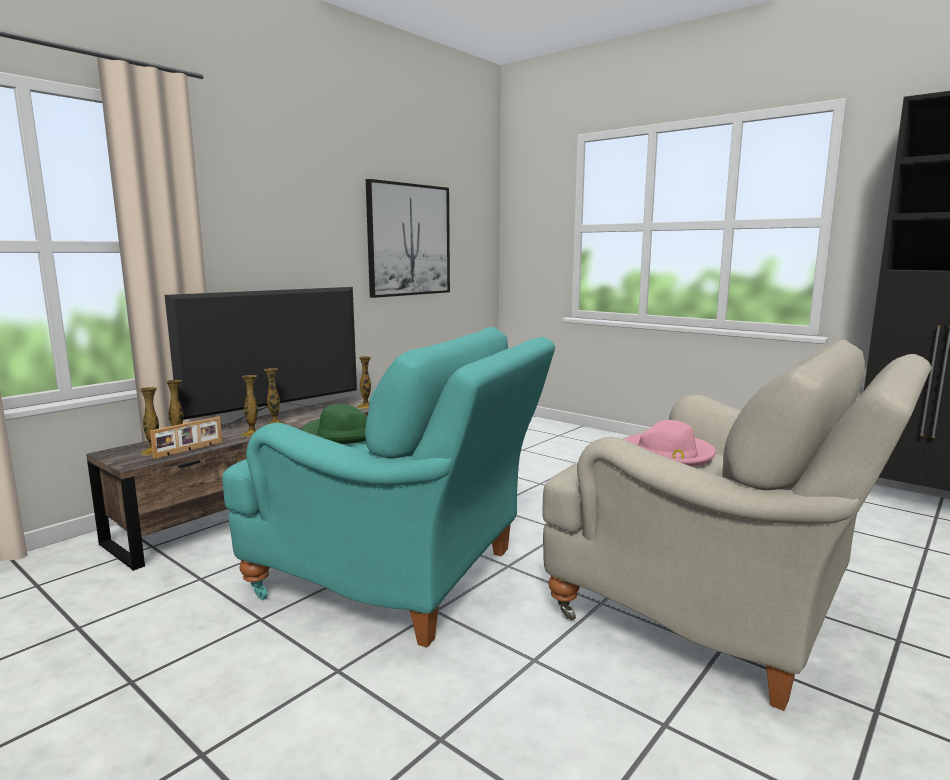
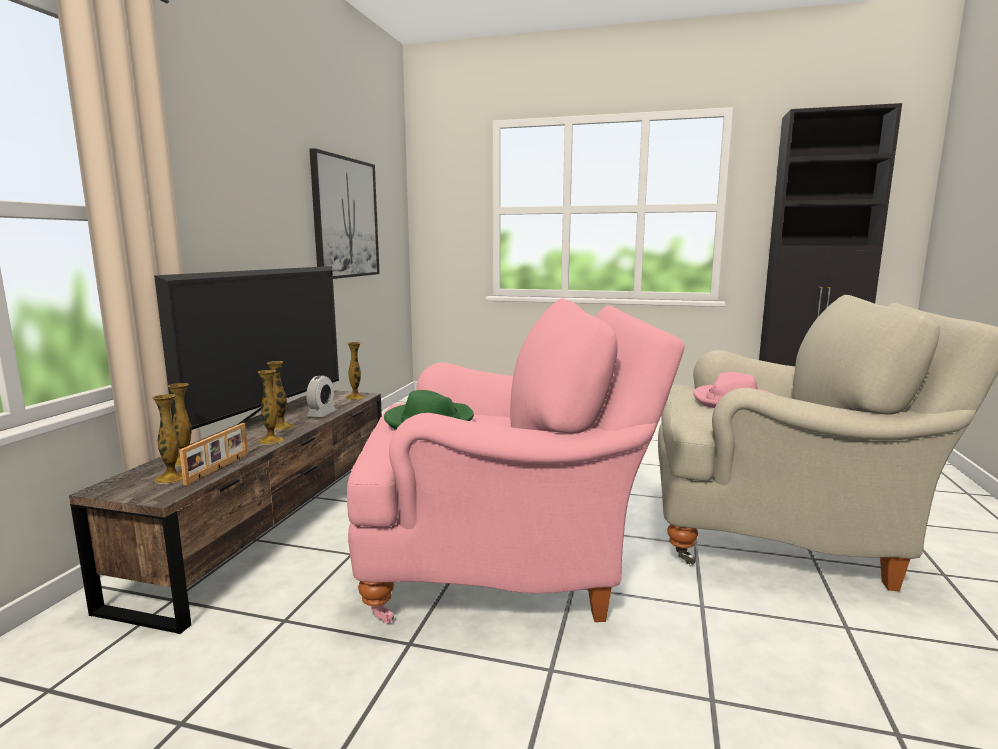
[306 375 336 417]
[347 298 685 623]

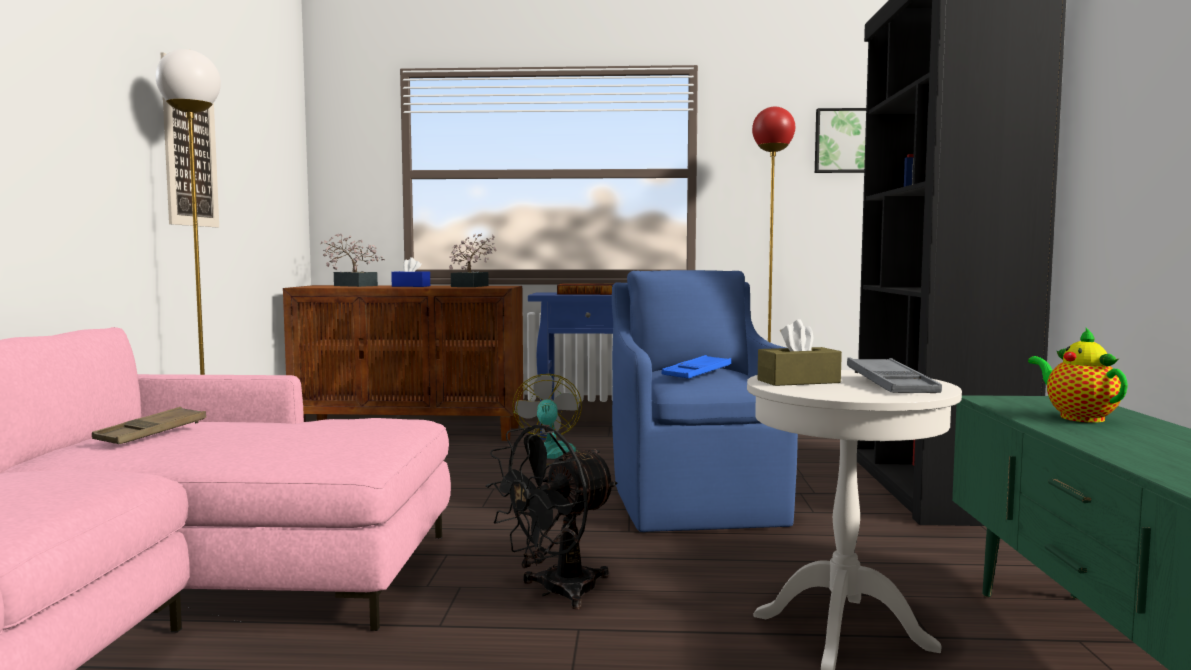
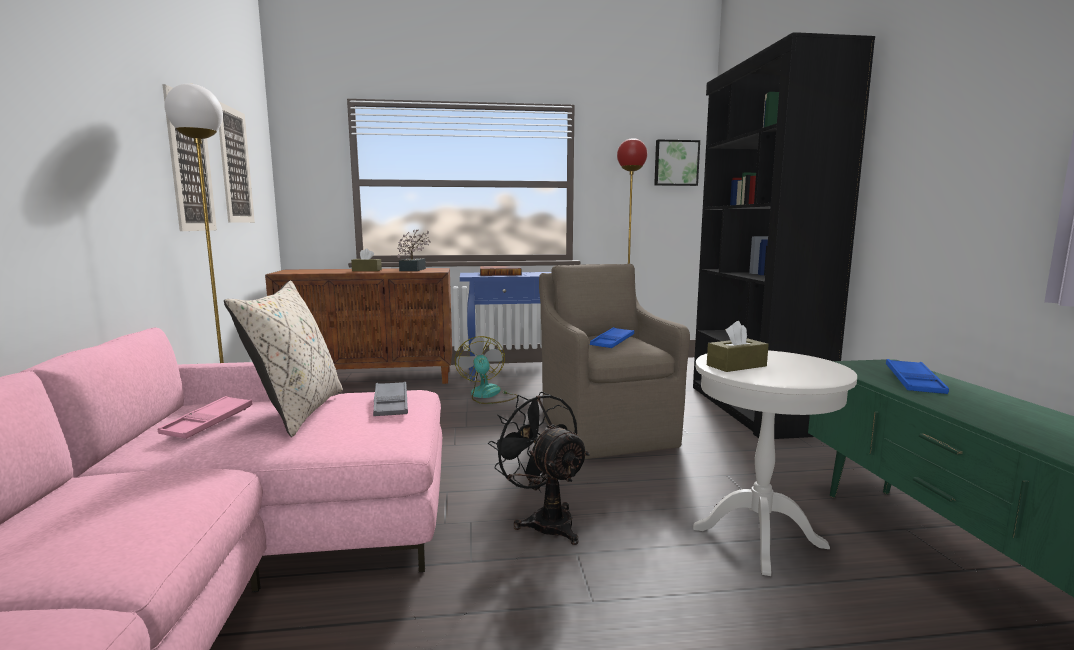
[320 233 385 287] (first image)
[219 102 255 223]
[224 281 343 437]
[373 382 408 416]
[886 359 949 394]
[158 396 253 439]
[351 248 382 271]
[539 264 690 459]
[488 392 589 545]

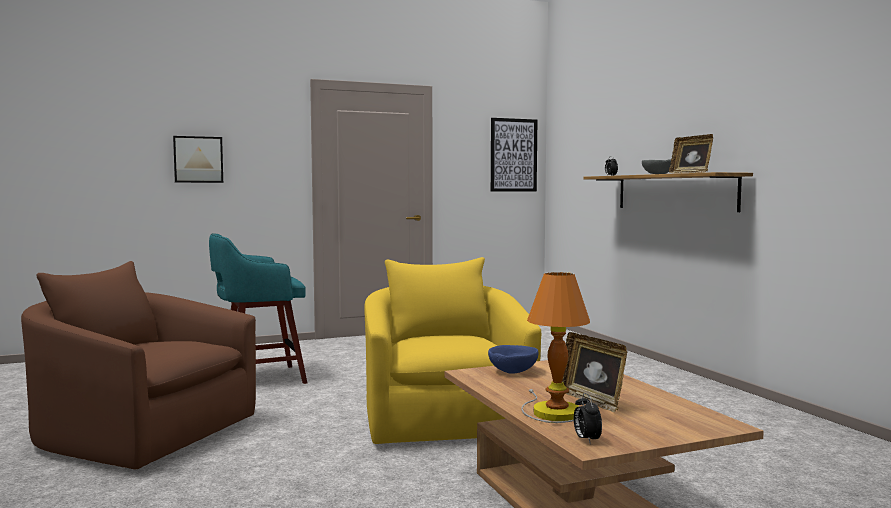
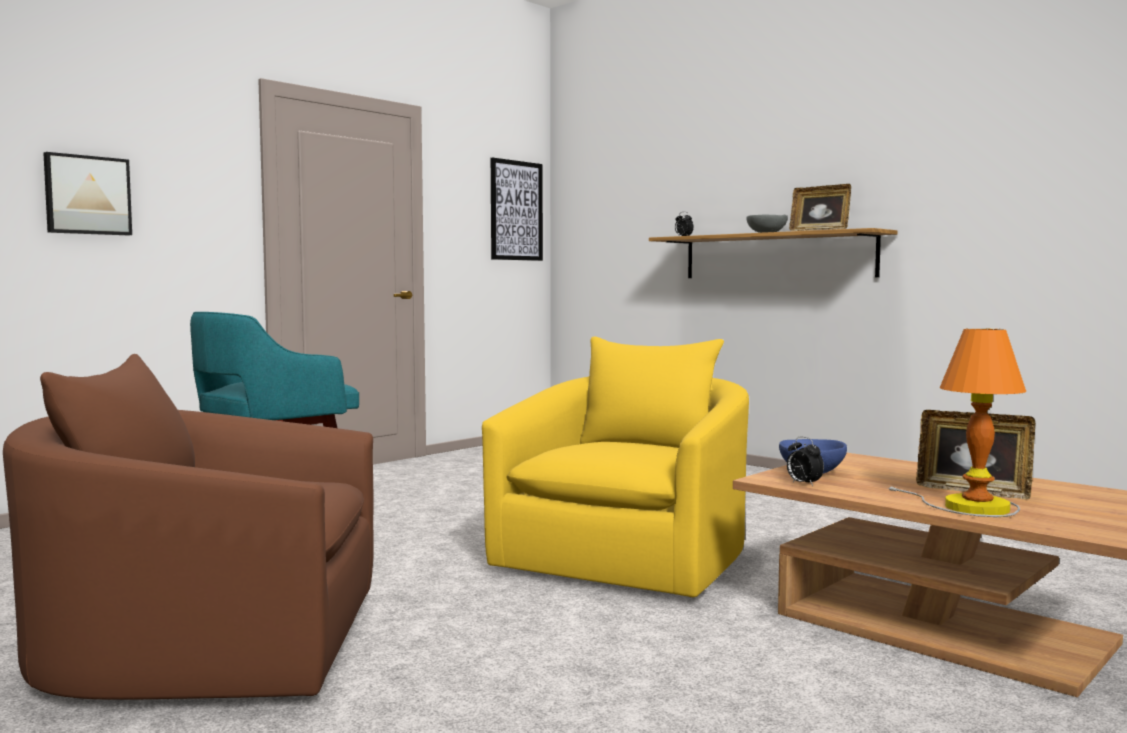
[787 437 824 486]
[482 337 749 597]

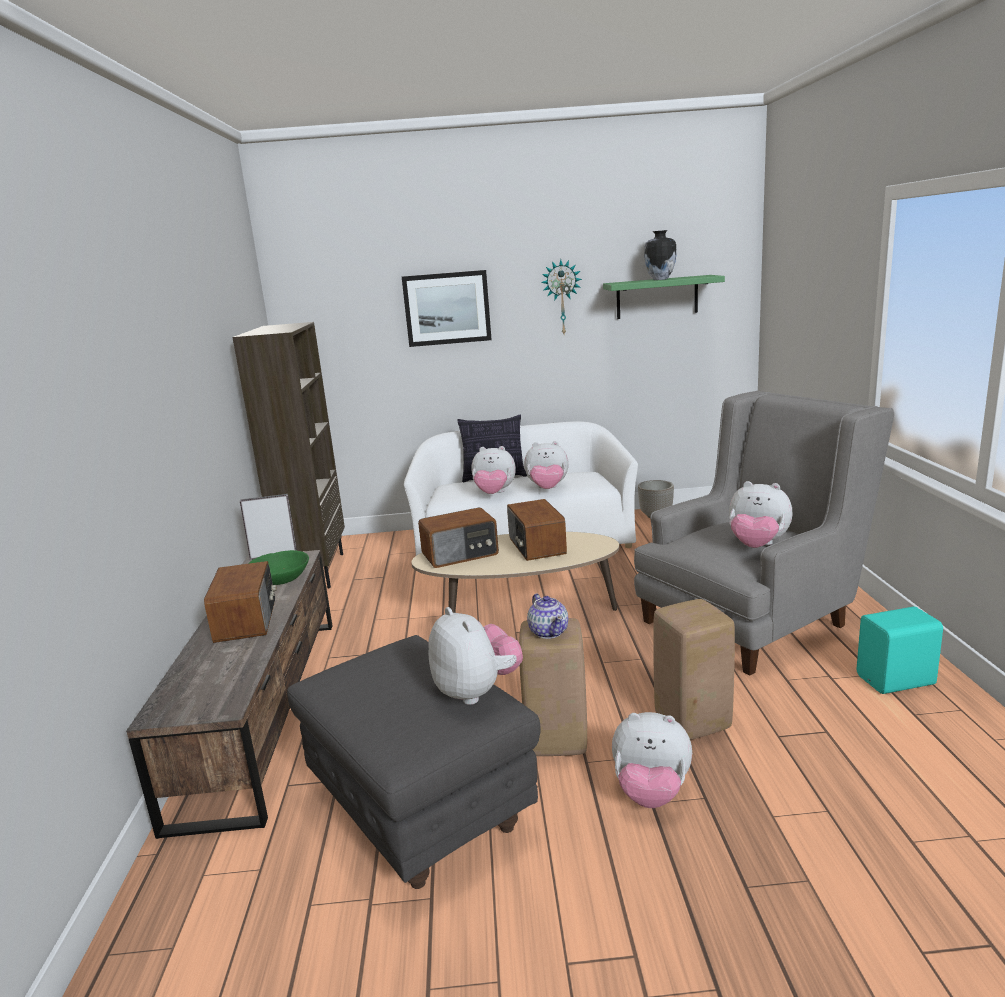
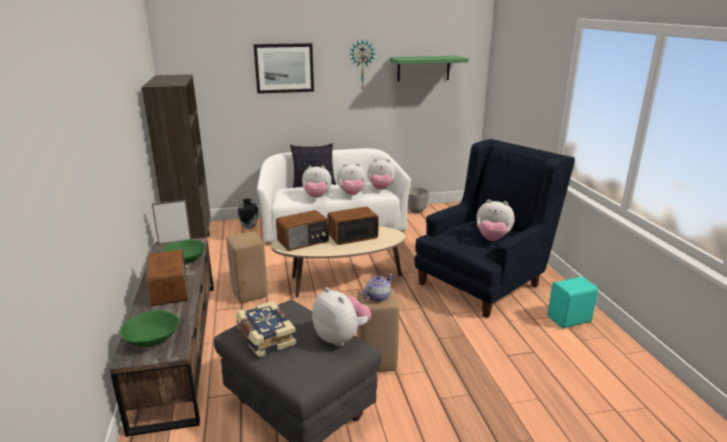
[120 310 179 347]
[236 301 296 357]
[368 159 396 190]
[238 199 258 229]
[227 232 268 303]
[415 139 575 318]
[327 207 379 245]
[363 274 393 302]

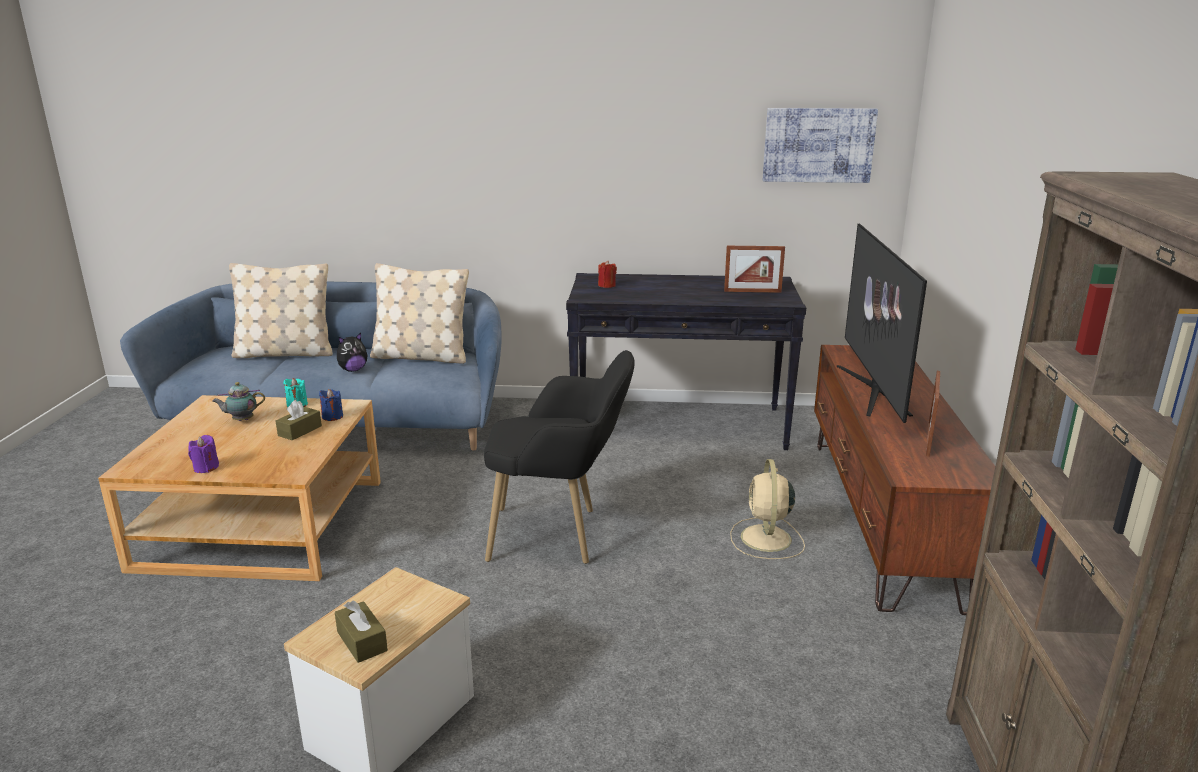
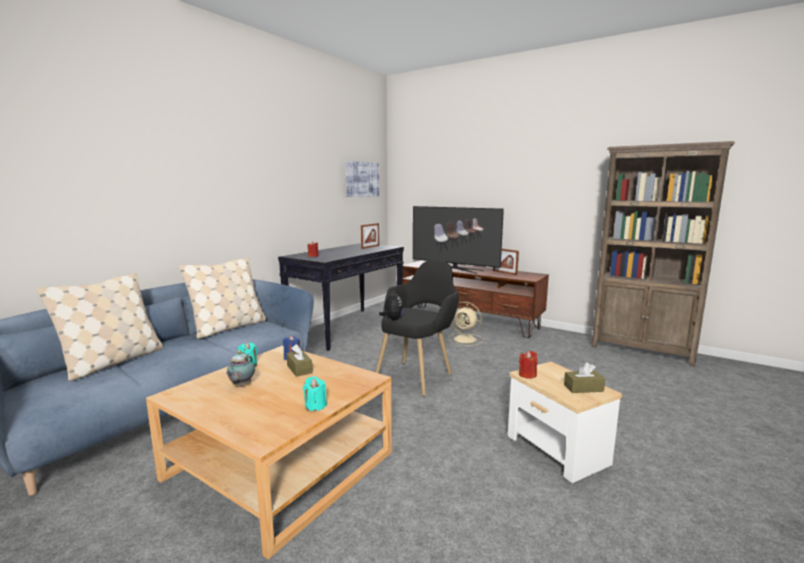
[519 351 538 379]
[379 292 404 320]
[303 376 327 411]

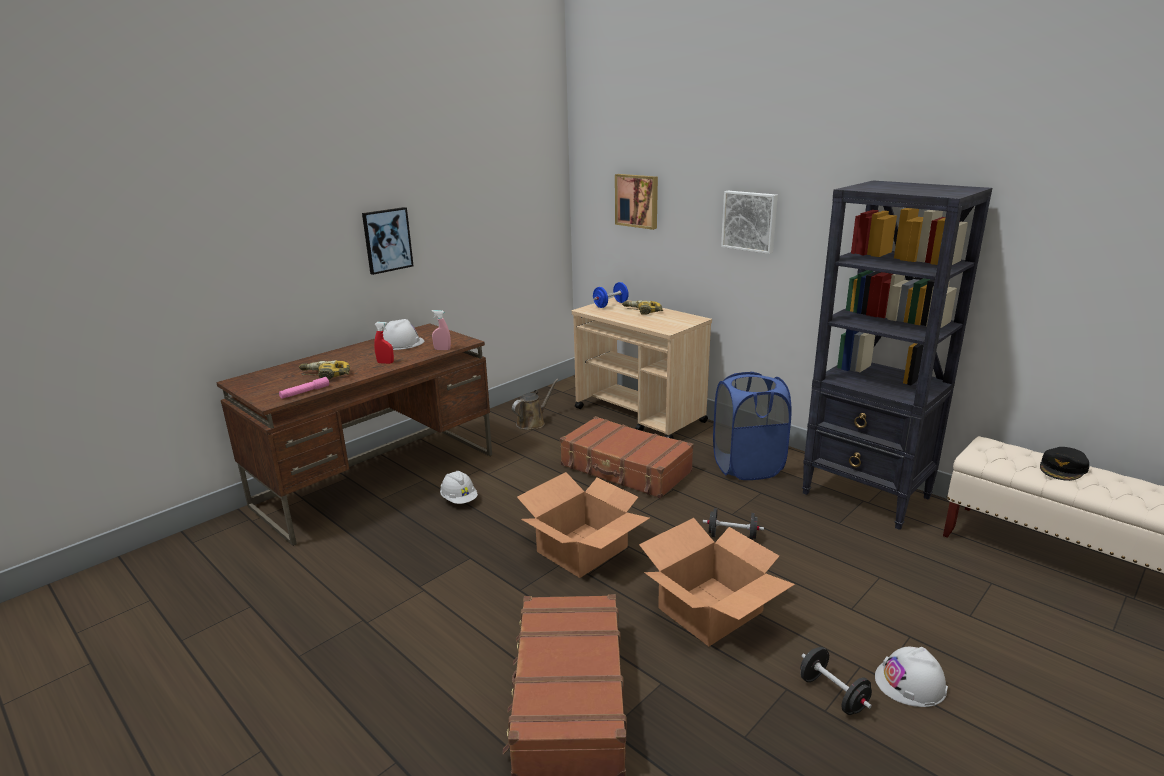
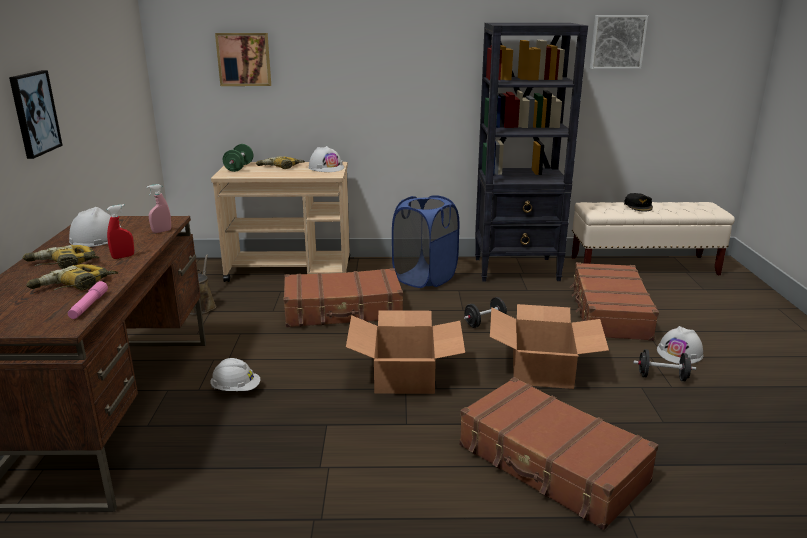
[23 245 99 269]
[308 146 344 172]
[570 262 659 341]
[590 15 648 69]
[223 144 253 172]

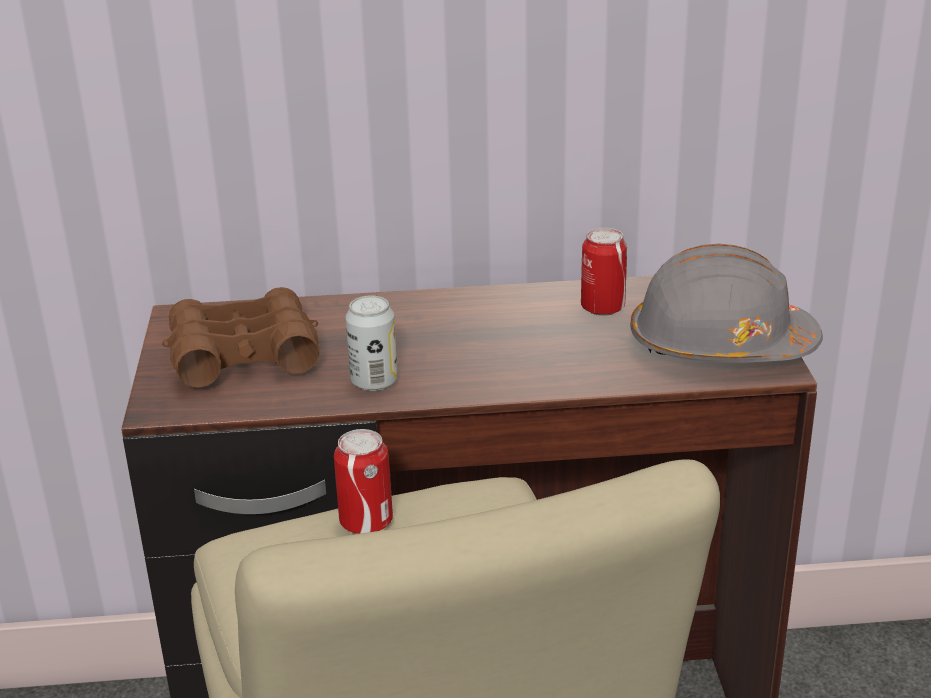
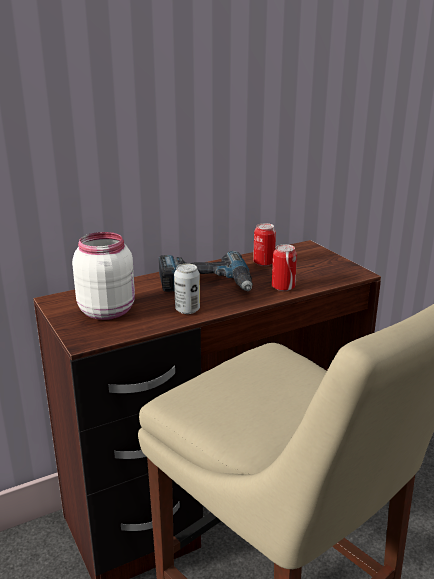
[630 244 823 363] (first image)
[159 251 253 292]
[272 244 297 291]
[72 232 135 320]

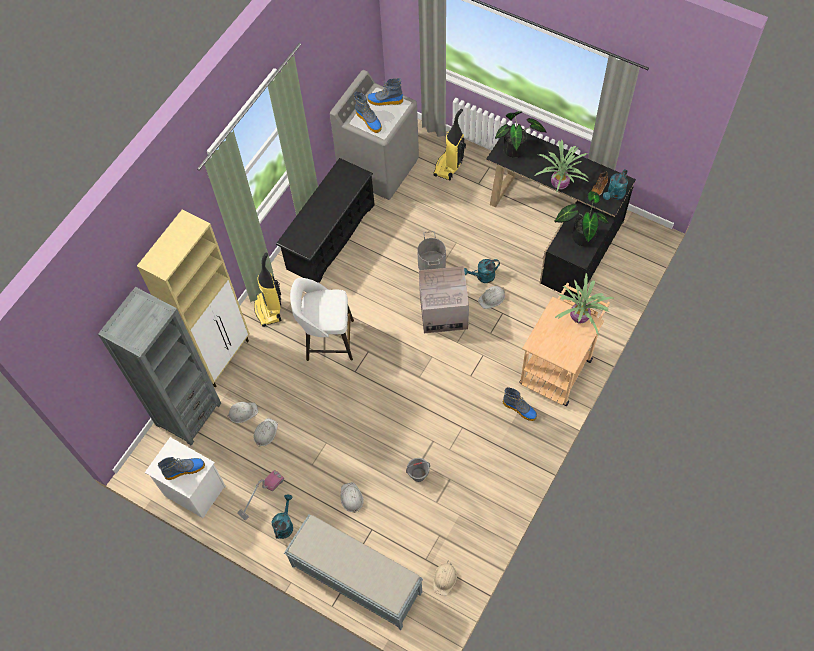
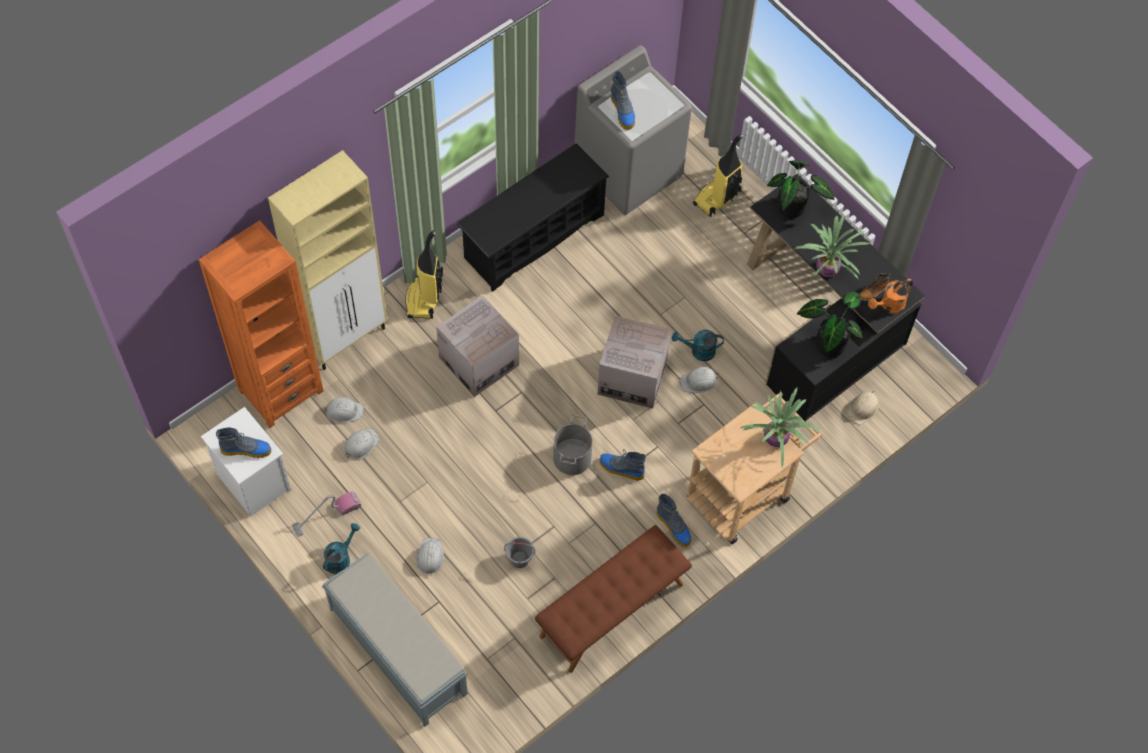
[535 525 692 673]
[600 449 646 481]
[553 415 592 475]
[847 391 879 425]
[436 295 519 397]
[199 220 324 428]
[868 279 913 314]

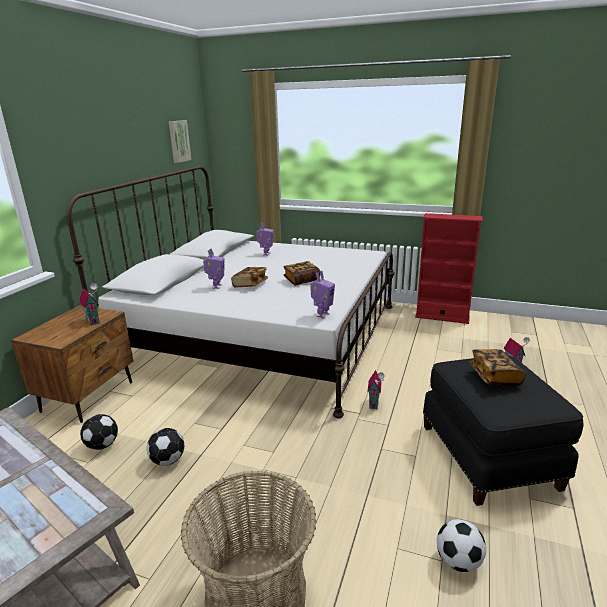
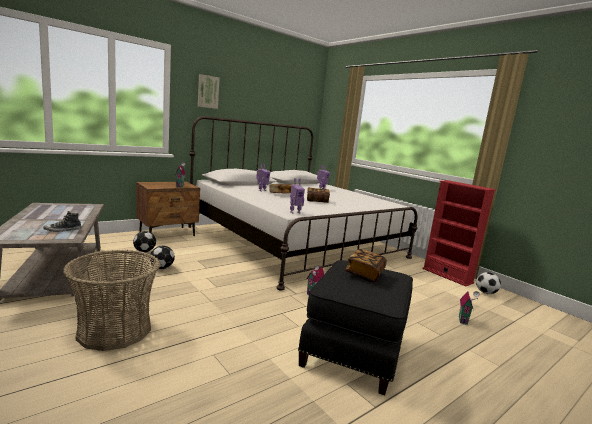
[43 211 82 232]
[198 74 220 109]
[476 272 501 294]

